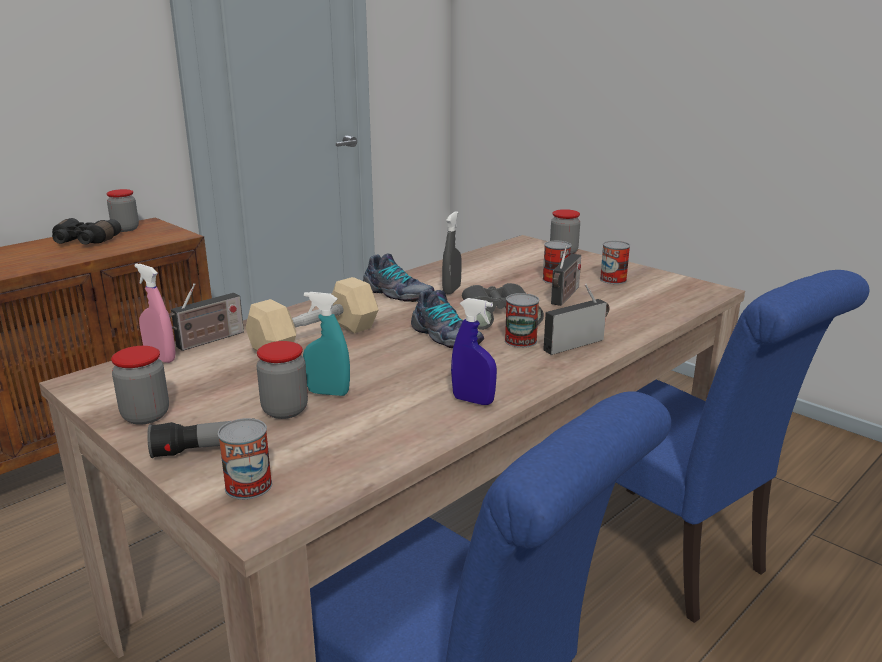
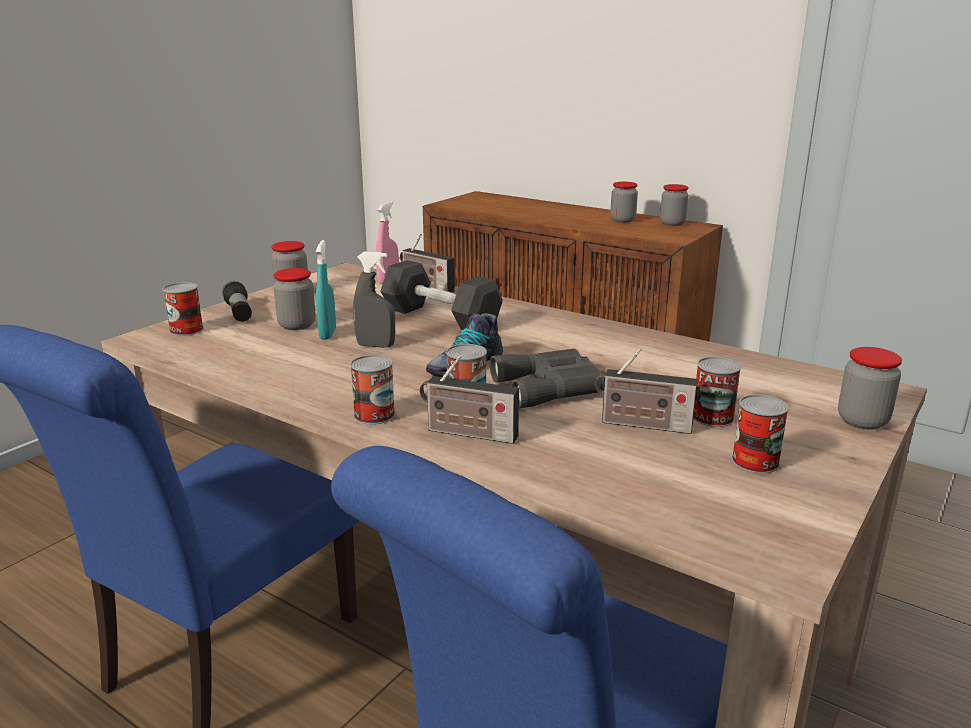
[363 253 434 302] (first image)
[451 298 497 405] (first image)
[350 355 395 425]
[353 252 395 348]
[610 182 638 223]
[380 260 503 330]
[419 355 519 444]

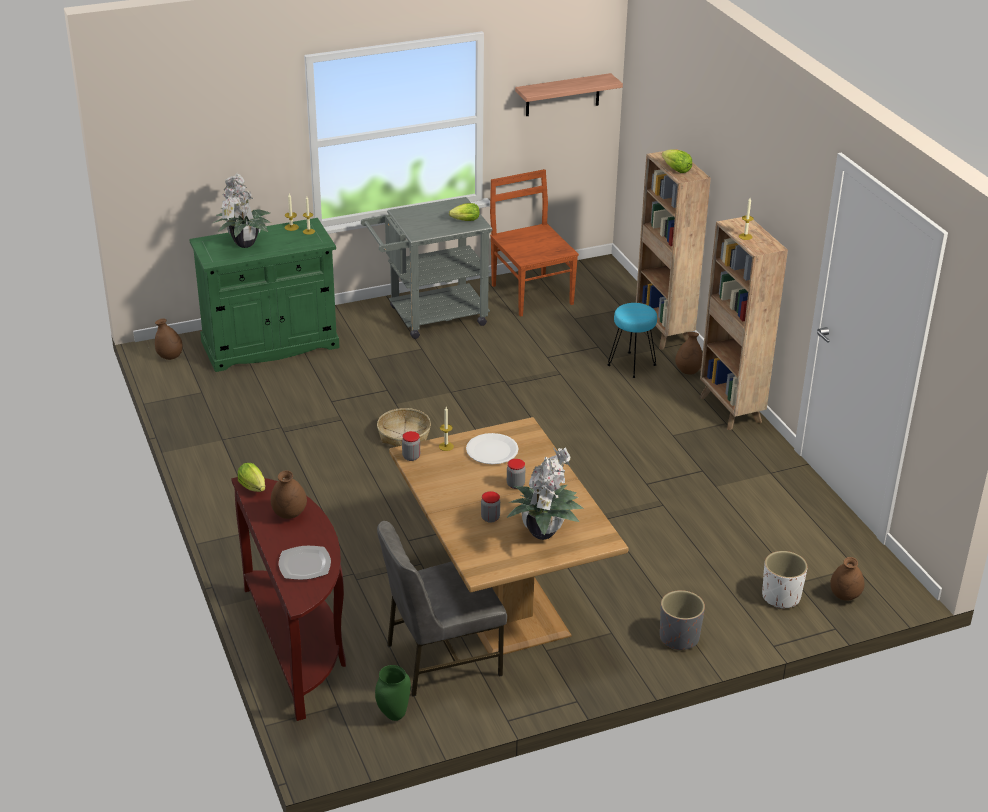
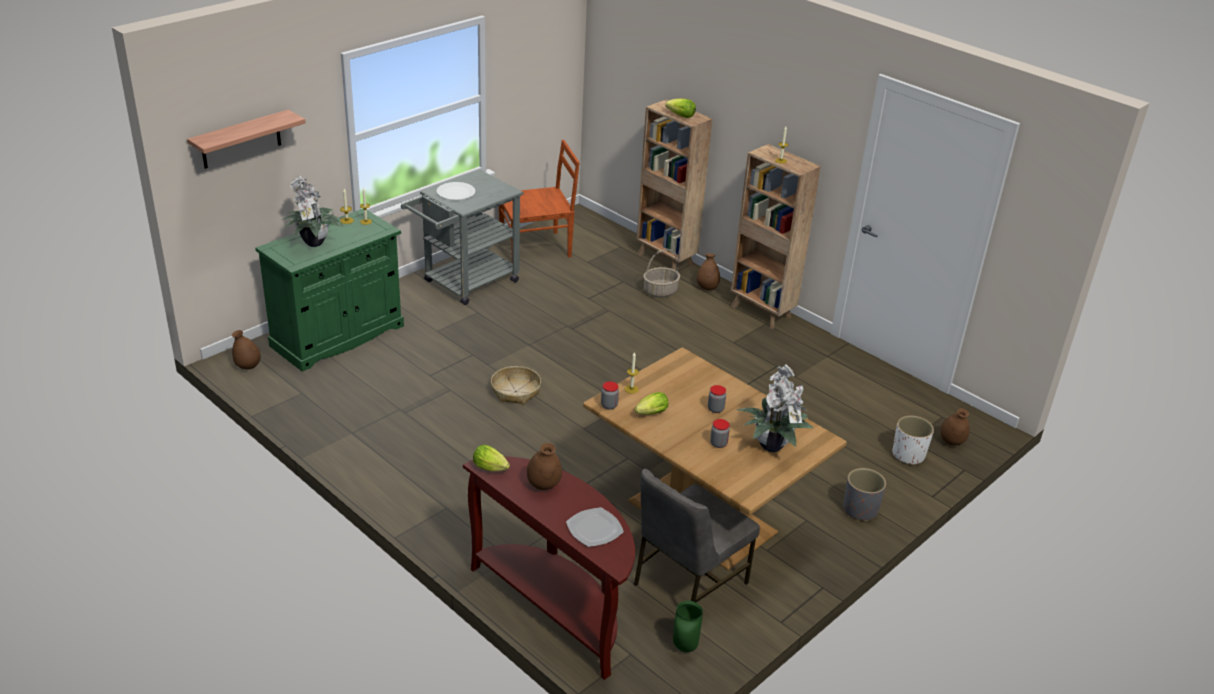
[635 392 668 415]
[436 182 475 200]
[187 110 306 169]
[643 249 680 298]
[499 140 580 257]

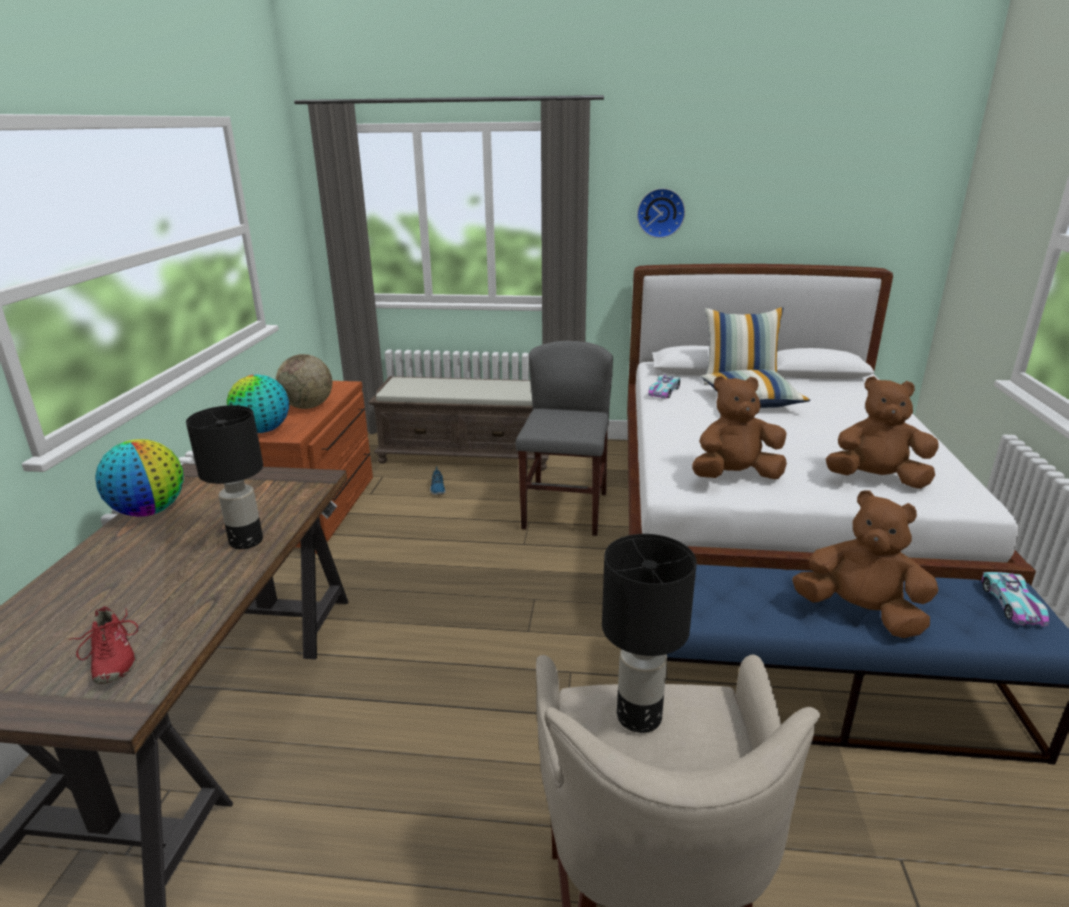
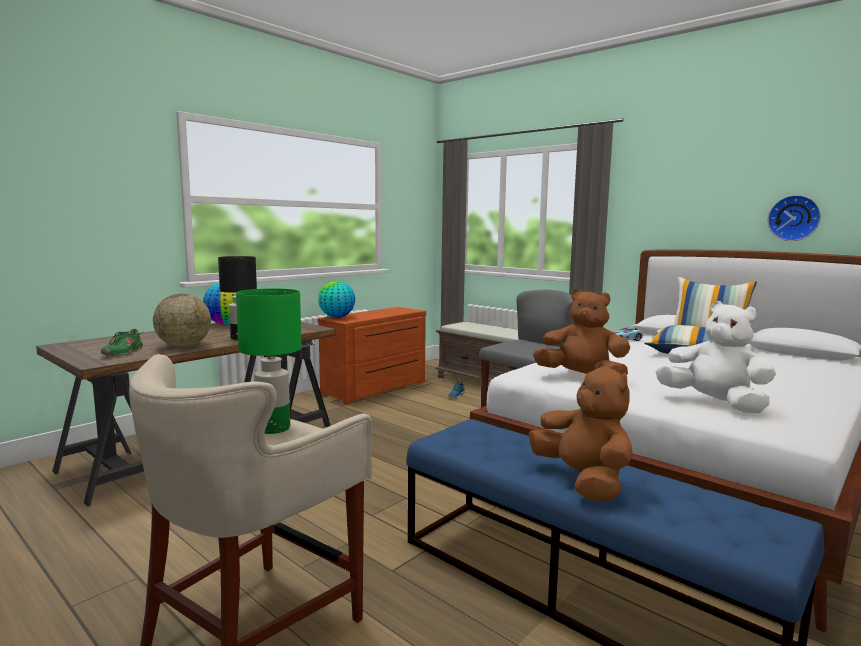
[982 572 1049 627] (first image)
[153 294 211 347]
[767 195 821 241]
[101 329 143 355]
[236 288 302 434]
[656 301 776 413]

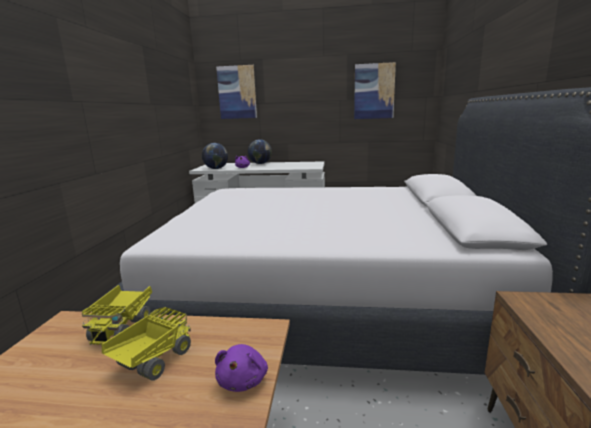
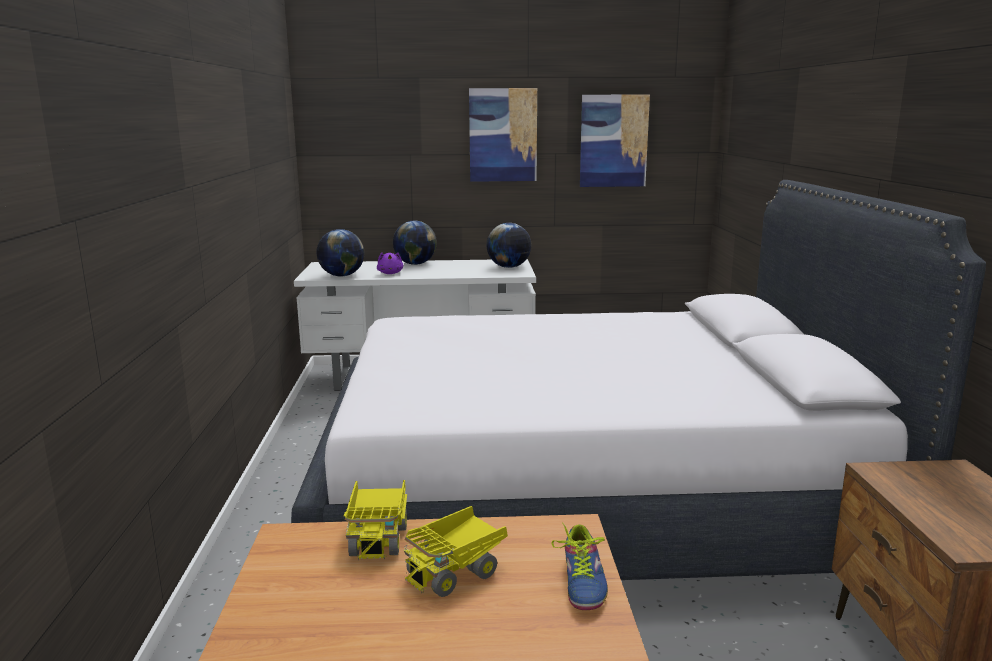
[487 223 531 268]
[469 88 537 182]
[551 522 608 610]
[404 506 508 597]

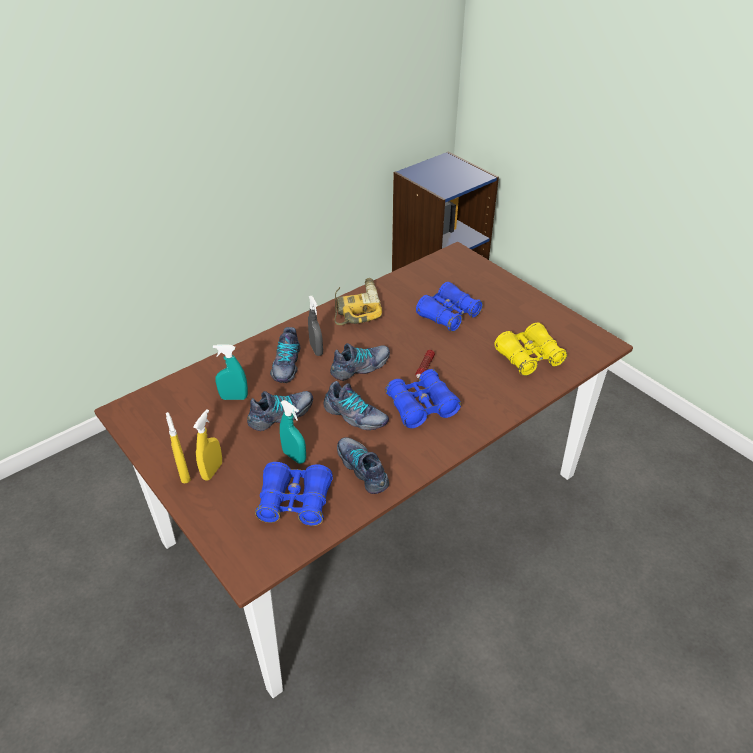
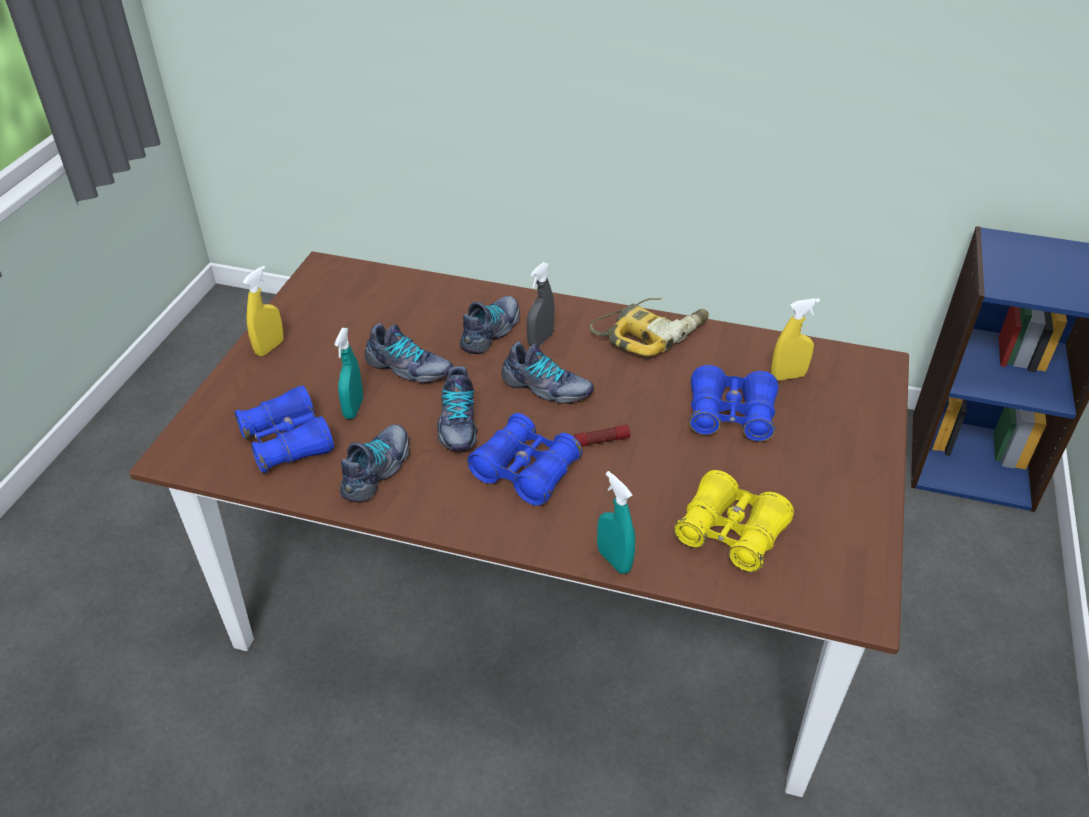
[771 298 820 381]
[597 471 635 574]
[460 296 520 354]

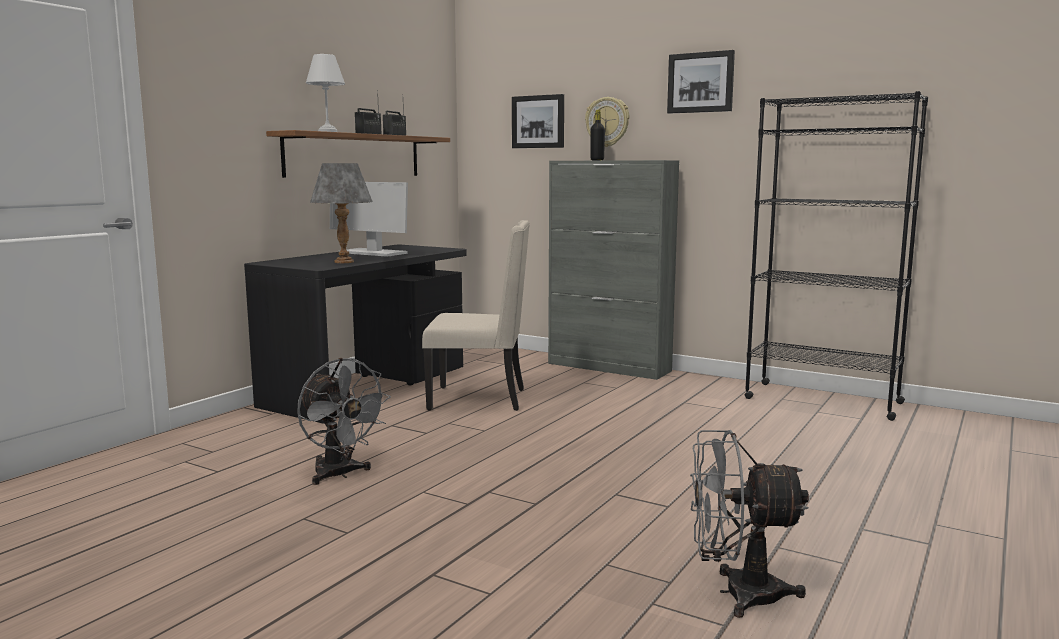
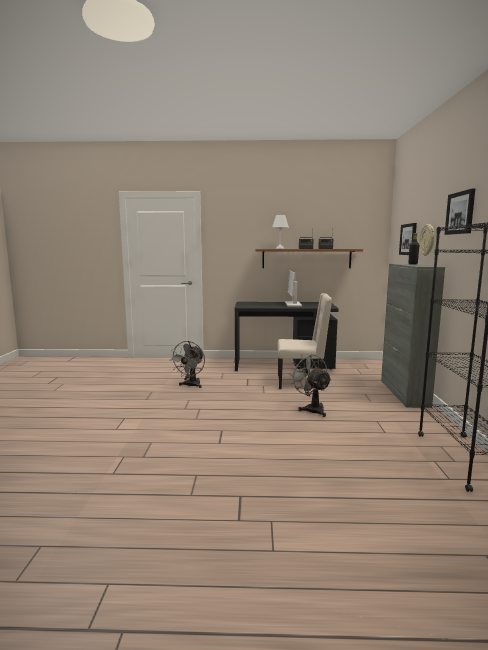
[310 163 373 263] (first image)
[289 354 331 417]
[277 293 332 389]

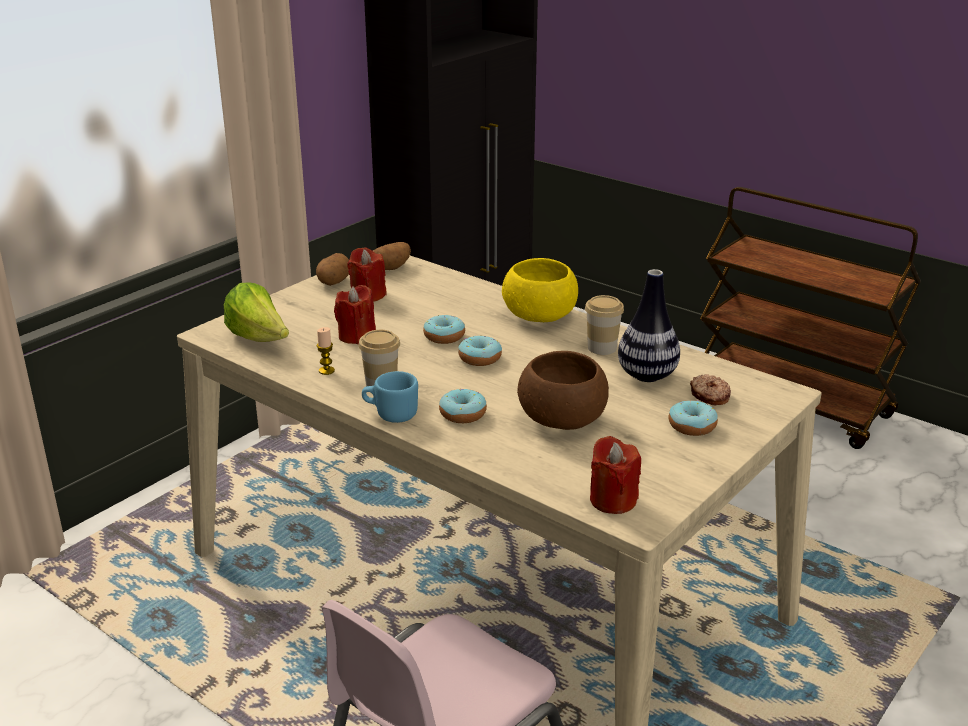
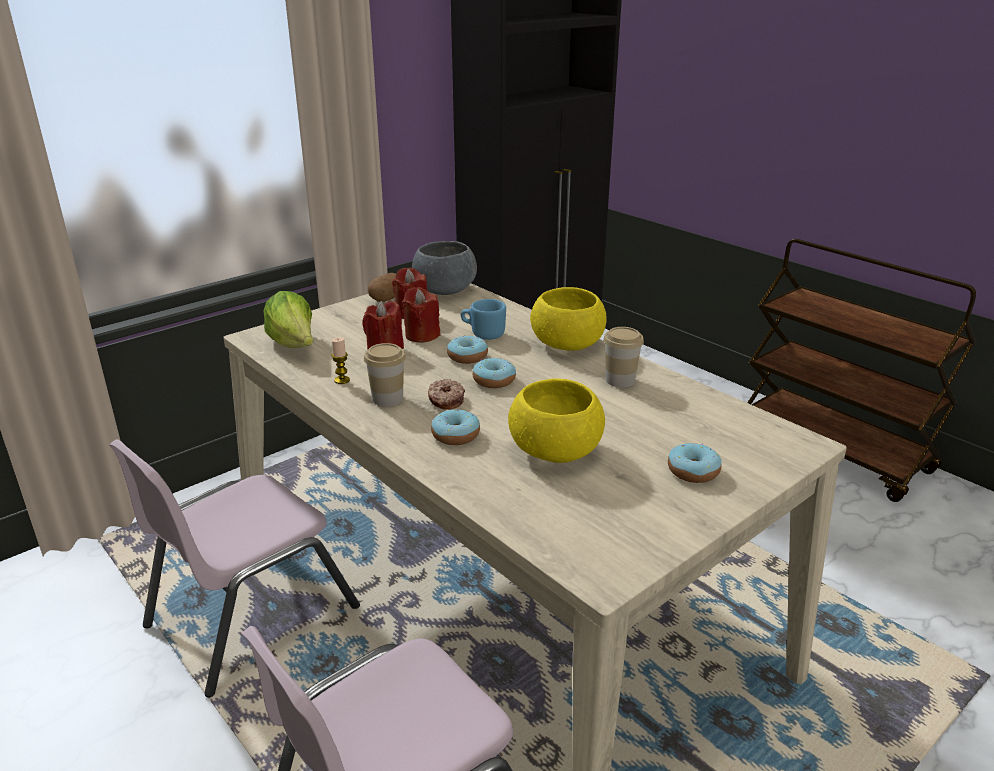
[618 269 680 382] (first image)
[109 439 360 698]
[461 299 506 340]
[401 287 440 343]
[428 379 465 410]
[412 241 477 295]
[508 378 605 463]

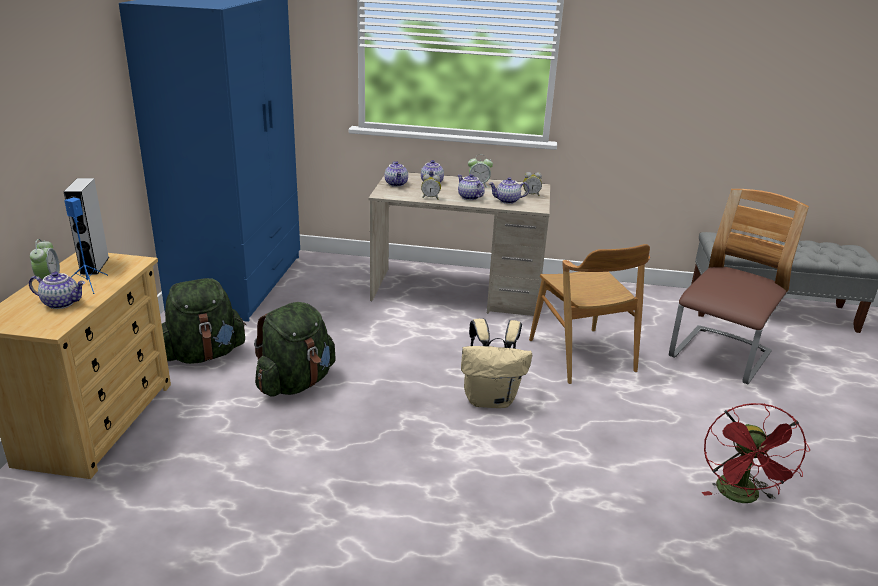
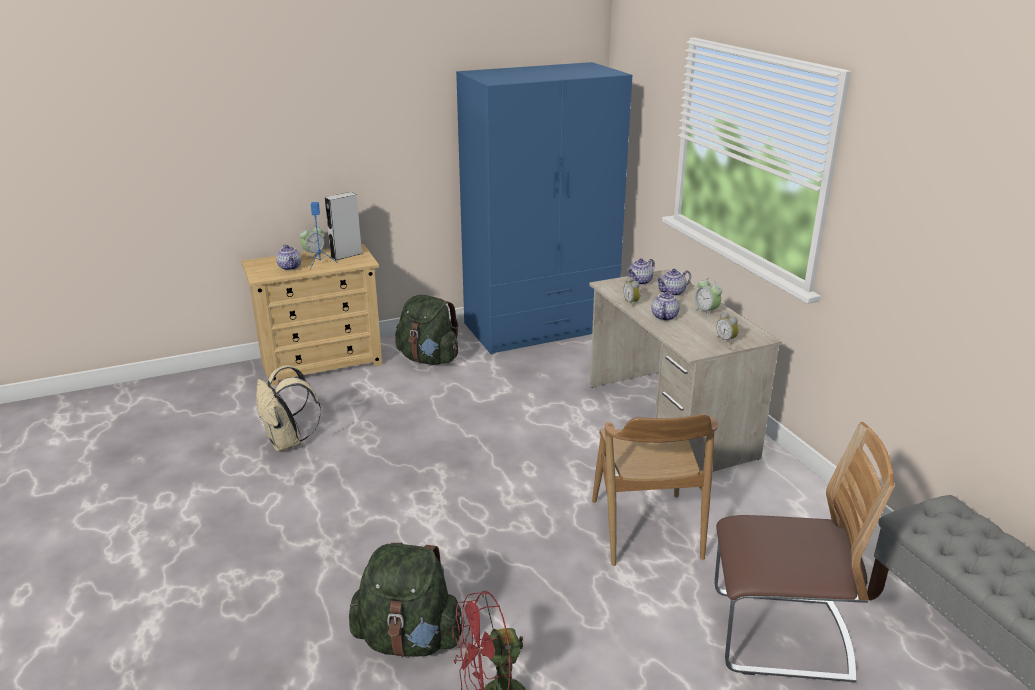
[488 177 529 204] (first image)
[349 543 465 657]
[256 365 321 452]
[592 414 718 566]

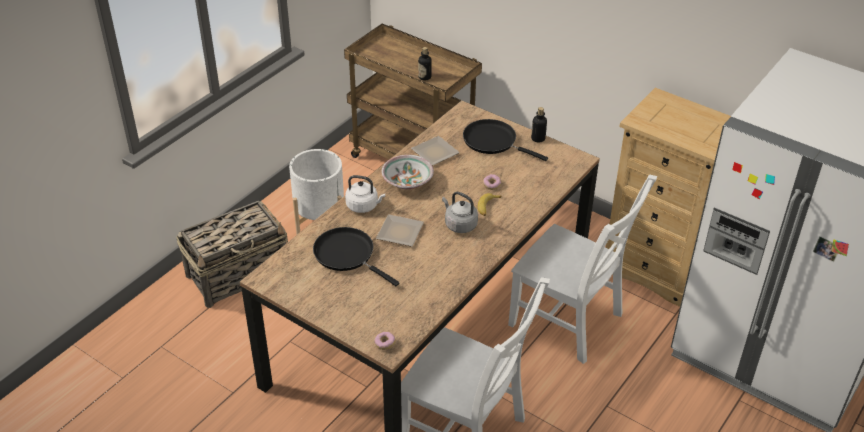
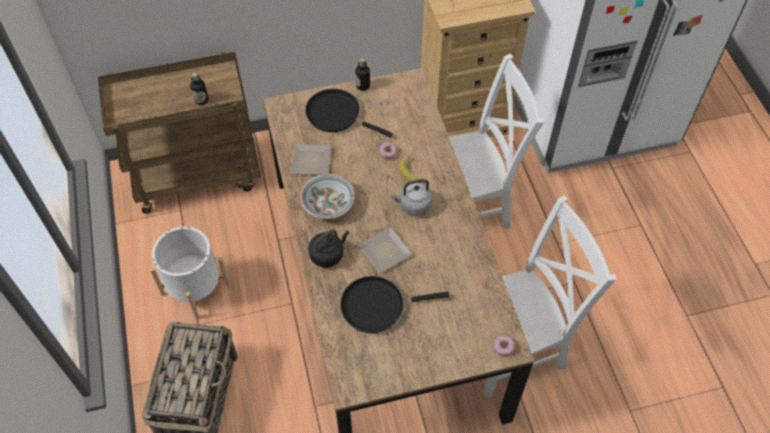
[308 230 349 268]
[305 89 393 137]

